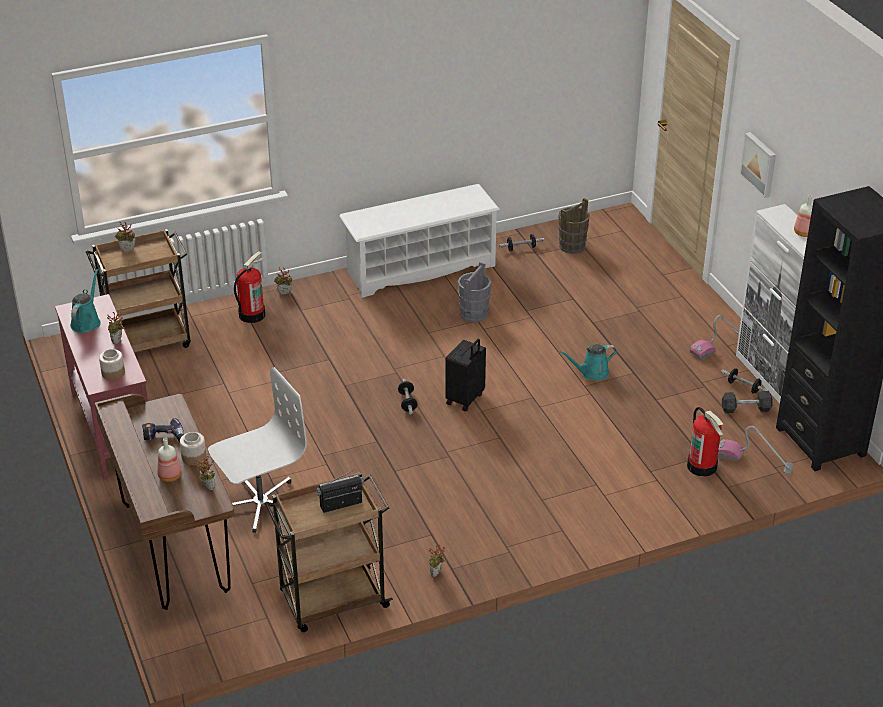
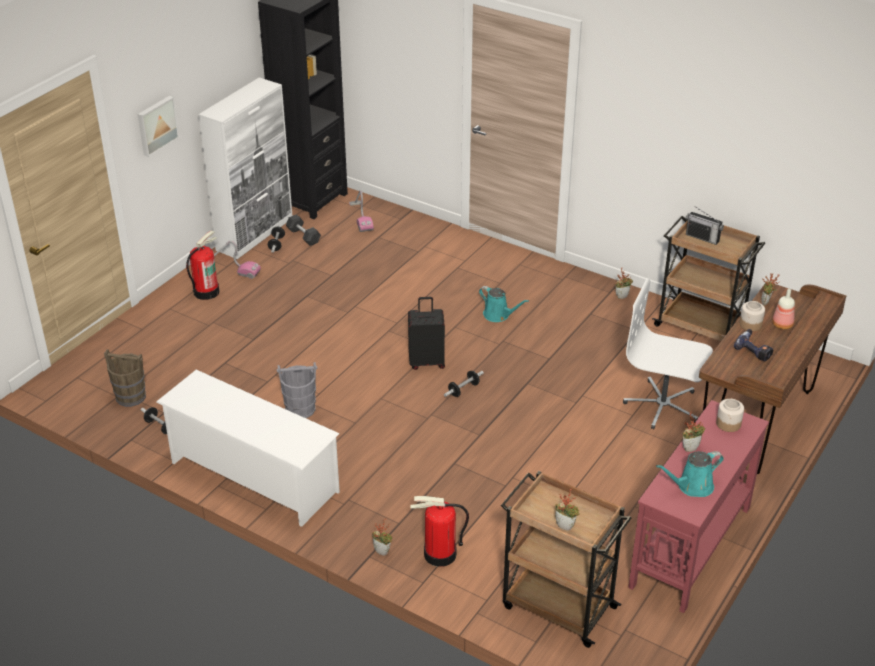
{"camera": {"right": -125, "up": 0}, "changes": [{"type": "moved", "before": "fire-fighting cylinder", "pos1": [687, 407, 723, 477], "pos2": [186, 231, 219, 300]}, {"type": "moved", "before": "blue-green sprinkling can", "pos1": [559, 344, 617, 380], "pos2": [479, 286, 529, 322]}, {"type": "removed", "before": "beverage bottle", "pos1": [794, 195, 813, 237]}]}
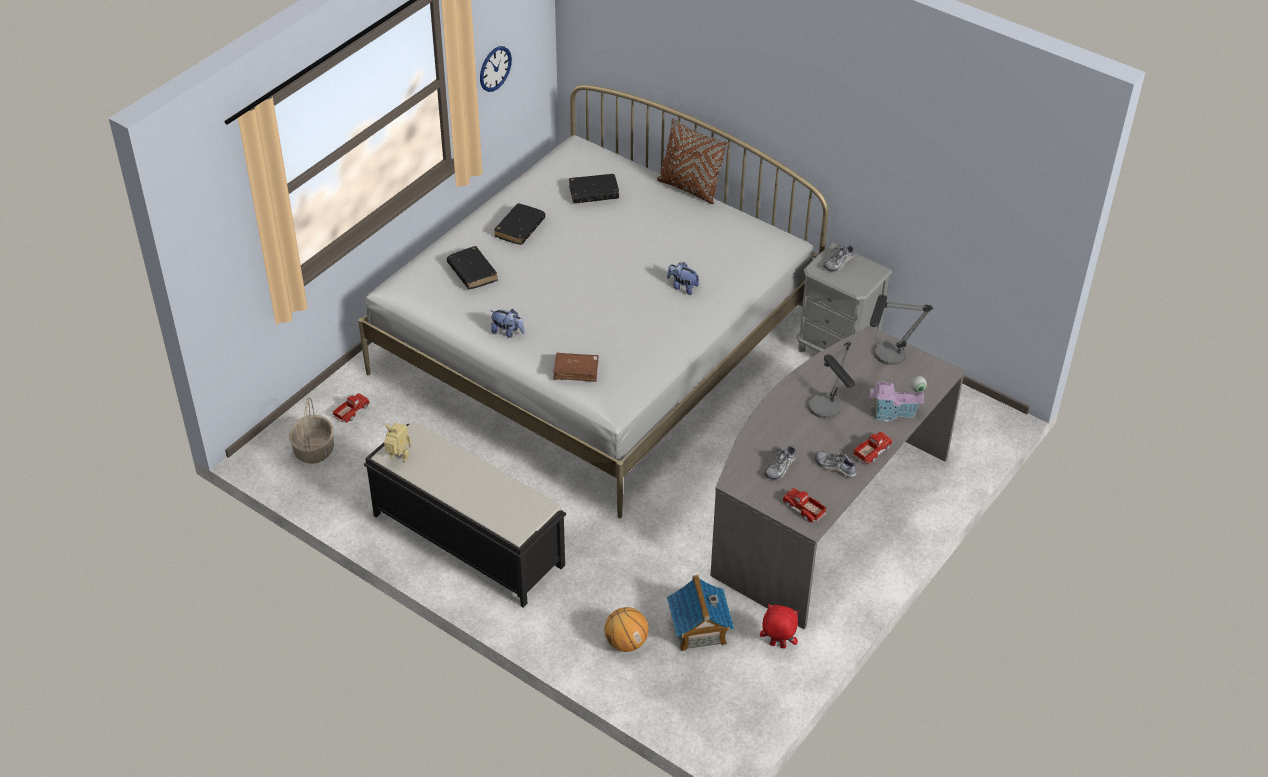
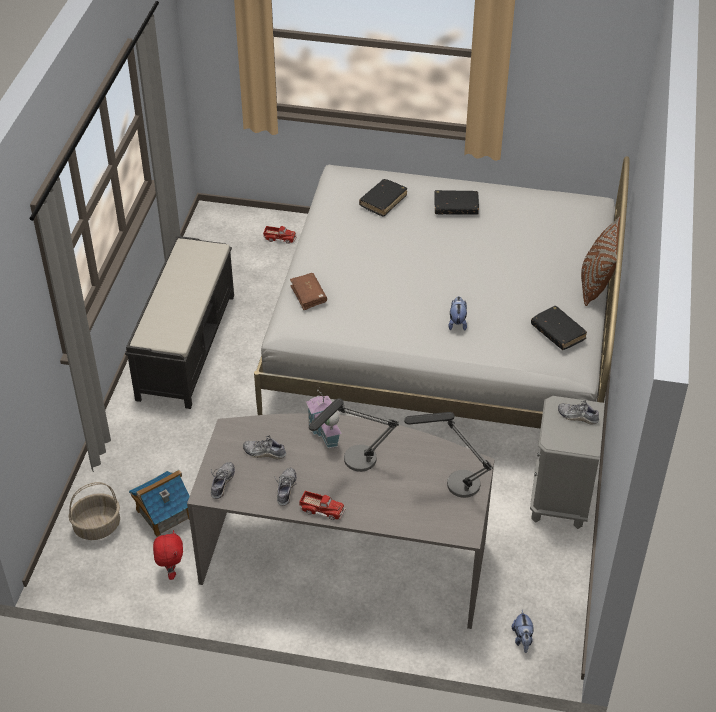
{"camera": {"right": 65, "up": 0}, "changes": [{"type": "moved", "before": "household basket", "pos1": [289, 397, 334, 464], "pos2": [68, 482, 120, 540]}, {"type": "replaced", "before": "toy lorry", "after": "low shoe", "pos1": [782, 488, 827, 522], "pos2": [211, 462, 235, 499]}, {"type": "moved", "before": "model house", "pos1": [869, 375, 927, 422], "pos2": [306, 388, 342, 448]}, {"type": "moved", "before": "plush toy", "pos1": [490, 309, 525, 338], "pos2": [512, 610, 534, 653]}, {"type": "moved", "before": "black book", "pos1": [569, 174, 619, 203], "pos2": [531, 306, 587, 350]}, {"type": "removed", "before": "toy robot", "pos1": [384, 423, 411, 462]}, {"type": "removed", "before": "clock on the wall", "pos1": [480, 46, 512, 92]}, {"type": "removed", "before": "ball for basketball", "pos1": [604, 607, 649, 652]}]}
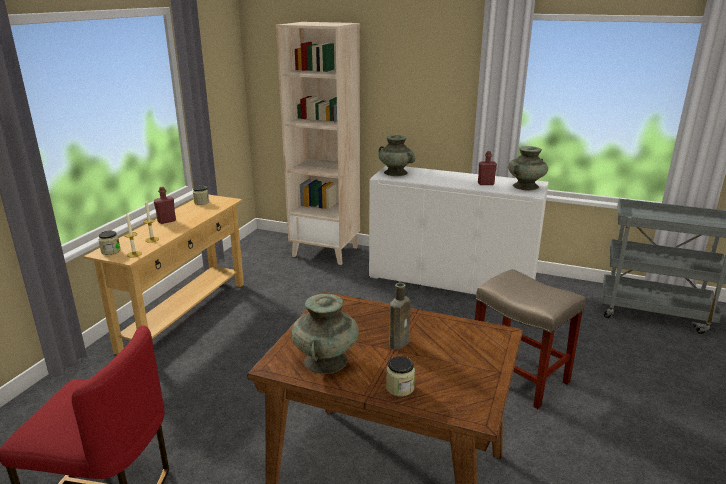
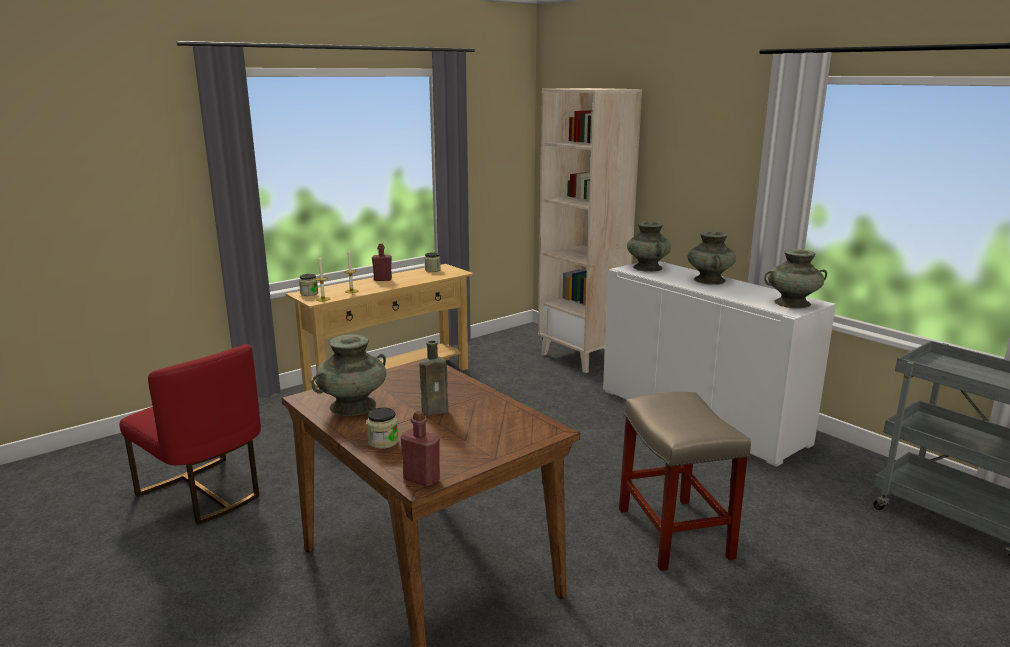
{"camera": {"right": 30, "up": -5}, "changes": [{"type": "moved", "before": "red beverage bottle", "pos1": [478, 151, 497, 185], "pos2": [400, 411, 440, 487]}, {"type": "added", "after": "blue-green decorative vase", "pos2": [688, 231, 736, 285]}]}
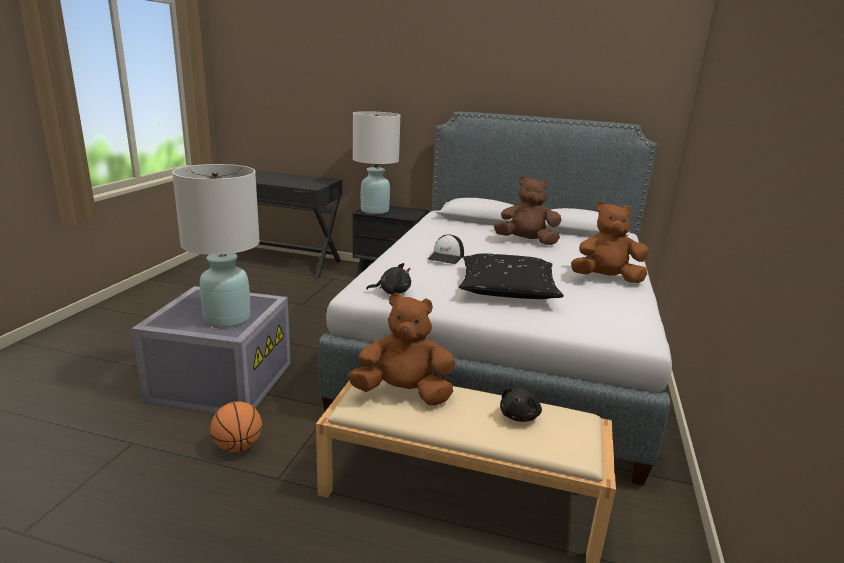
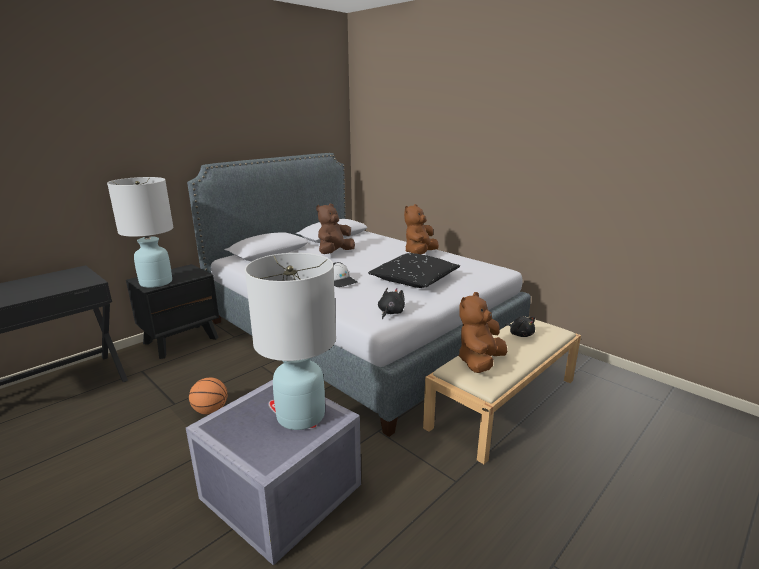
{"camera": {"right": -60, "up": 0}, "changes": [{"type": "moved", "before": "ball for basketball", "pos1": [210, 401, 262, 452], "pos2": [189, 378, 228, 414]}]}
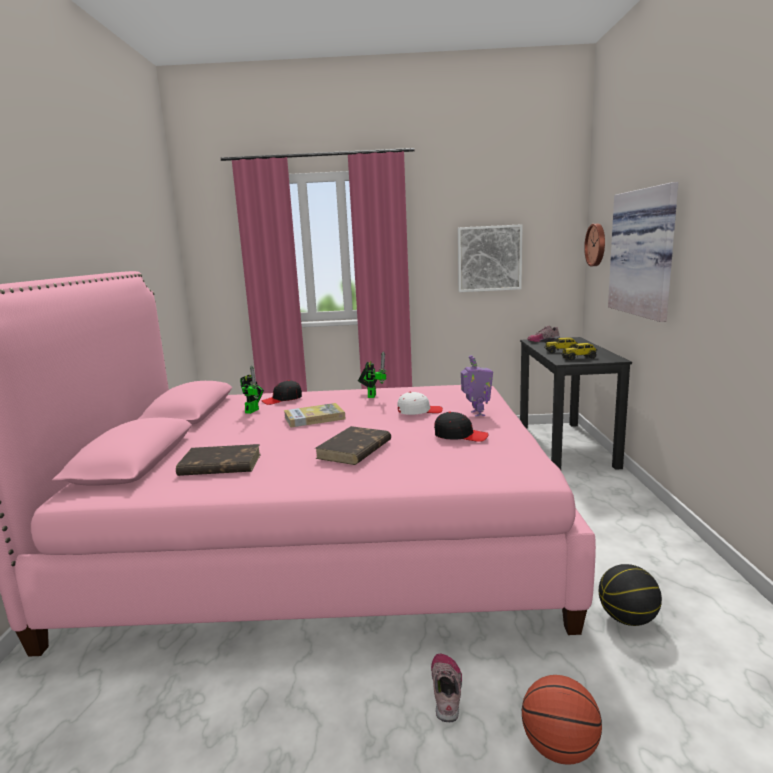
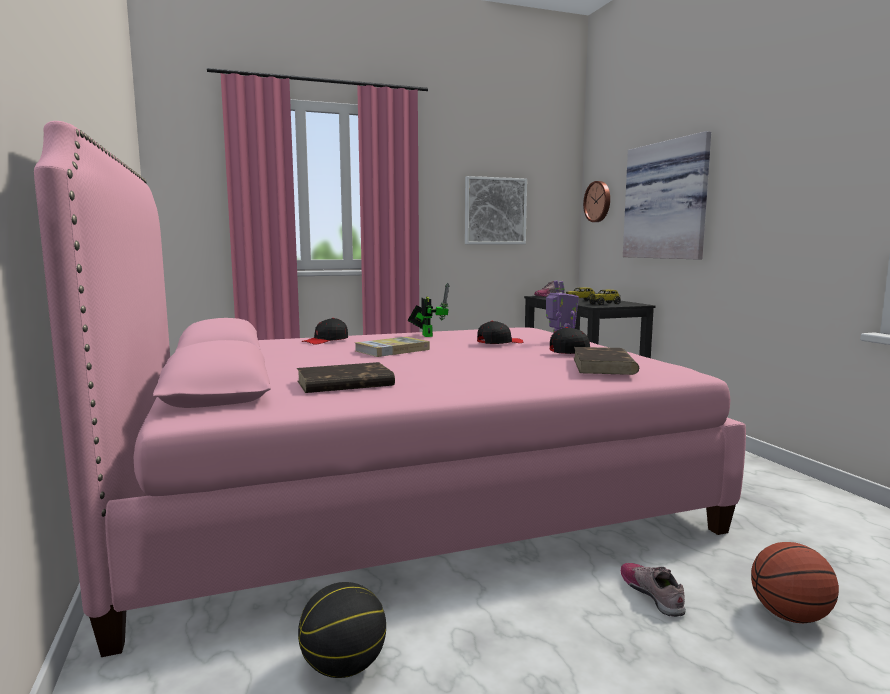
{"camera": {"right": -20, "up": -5}, "changes": [{"type": "moved", "before": "ball for basketball", "pos1": [599, 564, 662, 626], "pos2": [298, 582, 386, 678]}, {"type": "recoloured", "before": "whitish cap", "after": "black cap", "pos1": [397, 392, 443, 415], "pos2": [477, 321, 523, 344]}, {"type": "moved", "before": "brownish book", "pos1": [315, 426, 391, 465], "pos2": [574, 347, 639, 375]}, {"type": "removed", "before": "toy robot", "pos1": [240, 365, 264, 414]}]}
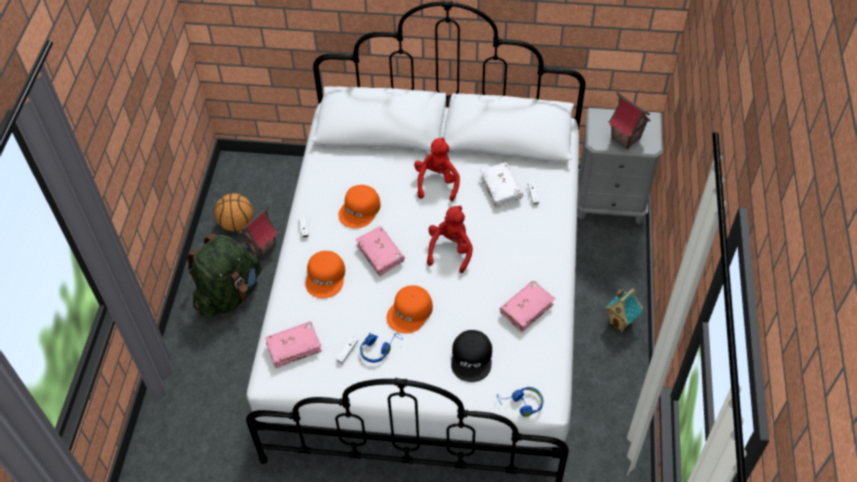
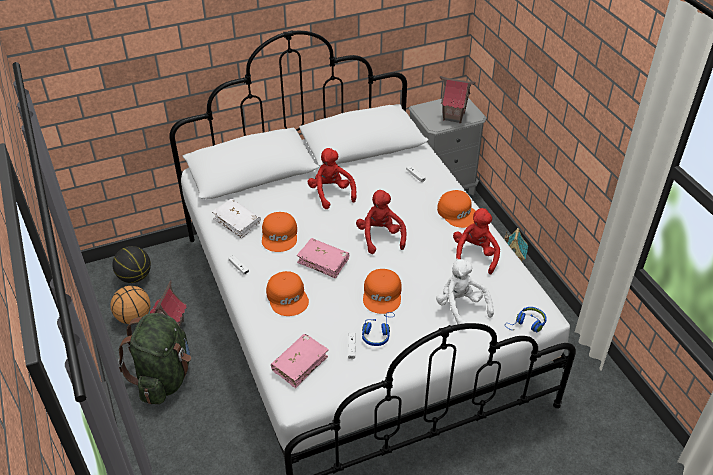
{"camera": {"right": -30, "up": -10}, "changes": [{"type": "added", "after": "ball for basketball", "pos2": [112, 246, 151, 283]}, {"type": "moved", "before": "whitish book", "pos1": [480, 163, 523, 208], "pos2": [212, 199, 261, 238]}, {"type": "replaced", "before": "black cap", "after": "whitish plush toy", "pos1": [451, 330, 492, 382], "pos2": [436, 258, 494, 330]}, {"type": "added", "after": "orange-coloured cap", "pos2": [437, 190, 476, 228]}, {"type": "replaced", "before": "pink-coloured book", "after": "red plush toy", "pos1": [500, 281, 555, 333], "pos2": [453, 208, 500, 274]}]}
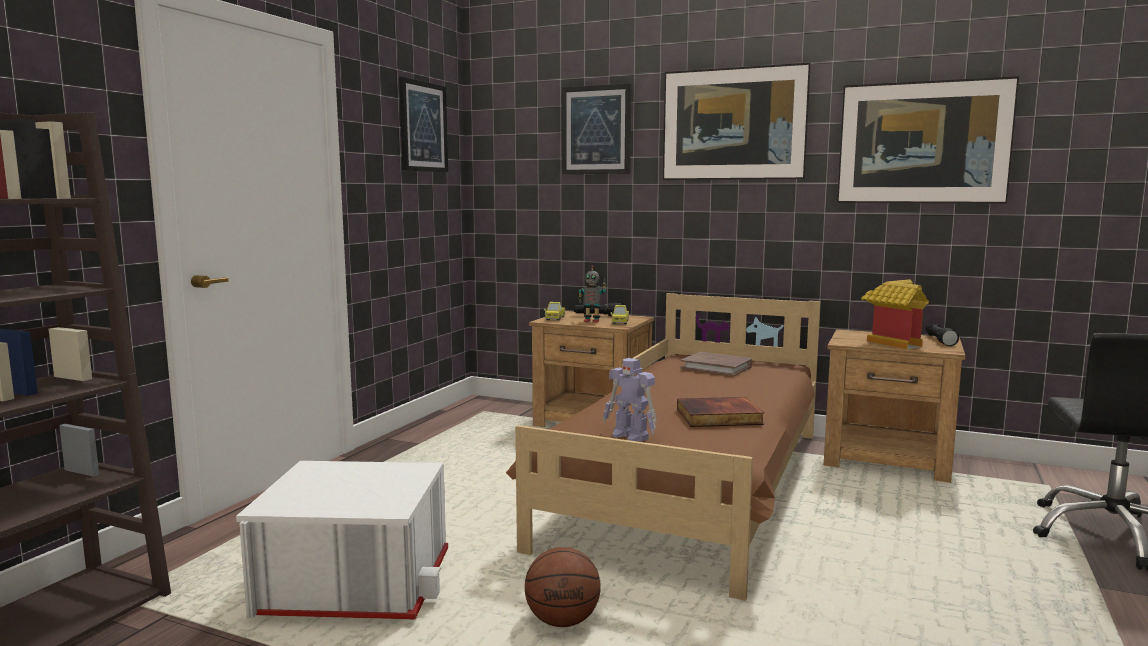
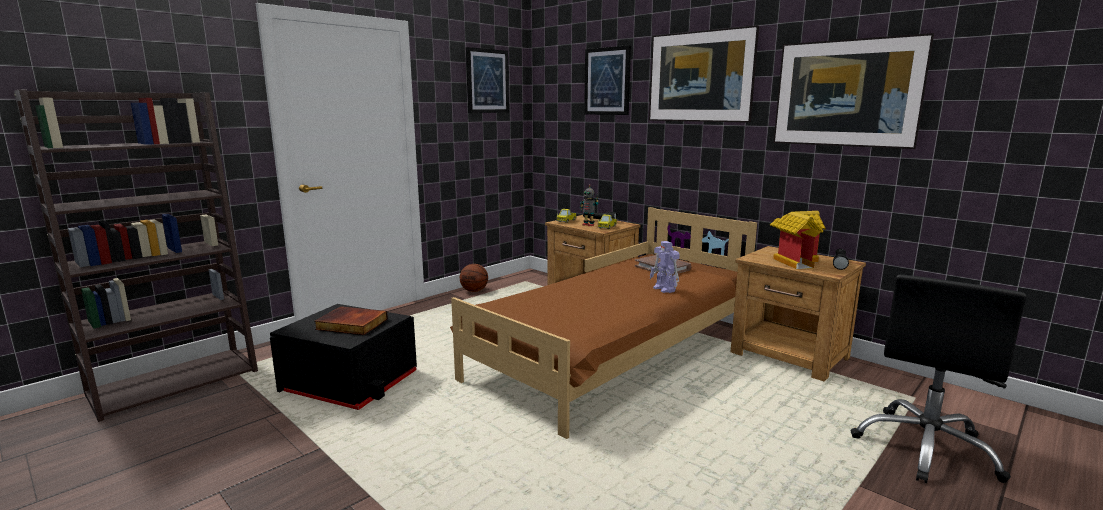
{"camera": {"right": 20, "up": 5}, "changes": [{"type": "recoloured", "before": "whitish storage bin", "after": "black storage bin", "pos1": [236, 461, 448, 619], "pos2": [270, 304, 417, 410]}, {"type": "moved", "before": "book", "pos1": [677, 397, 764, 427], "pos2": [314, 306, 388, 335]}, {"type": "moved", "before": "ball for basketball", "pos1": [525, 547, 601, 627], "pos2": [460, 264, 488, 292]}, {"type": "moved", "before": "toy robot", "pos1": [603, 358, 657, 442], "pos2": [650, 241, 680, 293]}]}
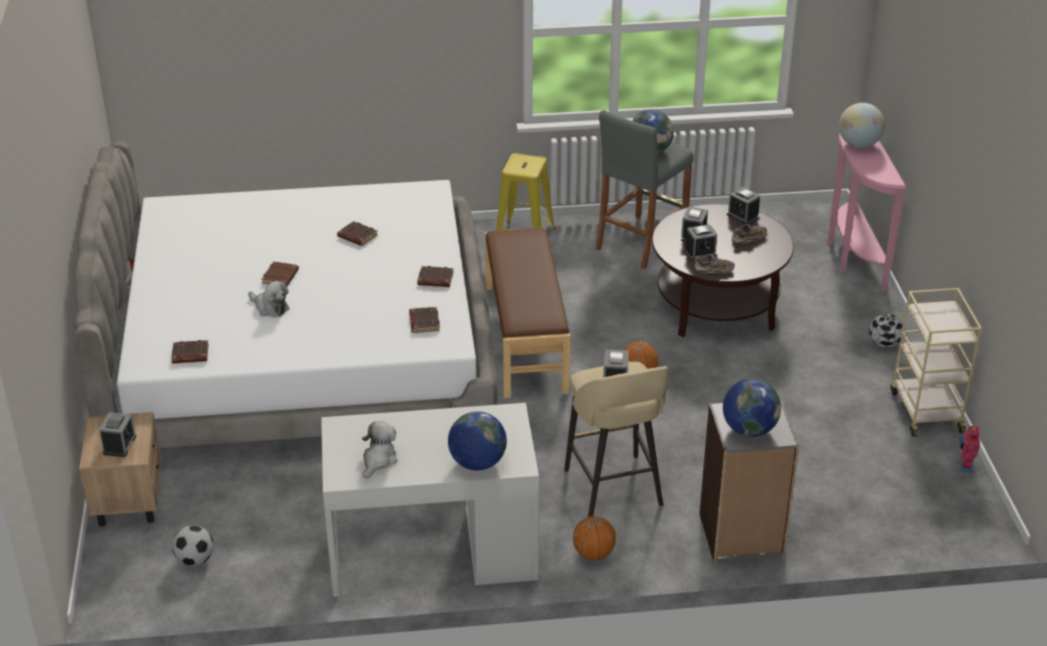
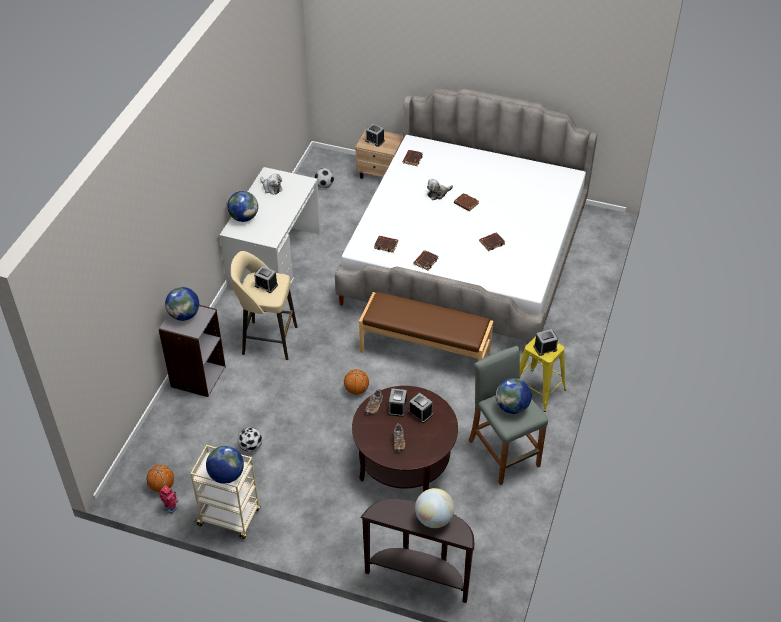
{"camera": {"right": 115, "up": 10}, "changes": [{"type": "moved", "before": "ball for basketball", "pos1": [573, 516, 616, 560], "pos2": [146, 465, 174, 492]}, {"type": "added", "after": "desk globe", "pos2": [206, 446, 244, 484]}, {"type": "moved", "before": "ball for football", "pos1": [869, 314, 903, 348], "pos2": [238, 427, 262, 452]}, {"type": "recoloured", "before": "pink-coloured hall table", "after": "brownish hall table", "pos1": [828, 133, 906, 291], "pos2": [360, 499, 474, 603]}, {"type": "moved", "before": "table clock", "pos1": [727, 187, 760, 225], "pos2": [533, 329, 558, 356]}]}
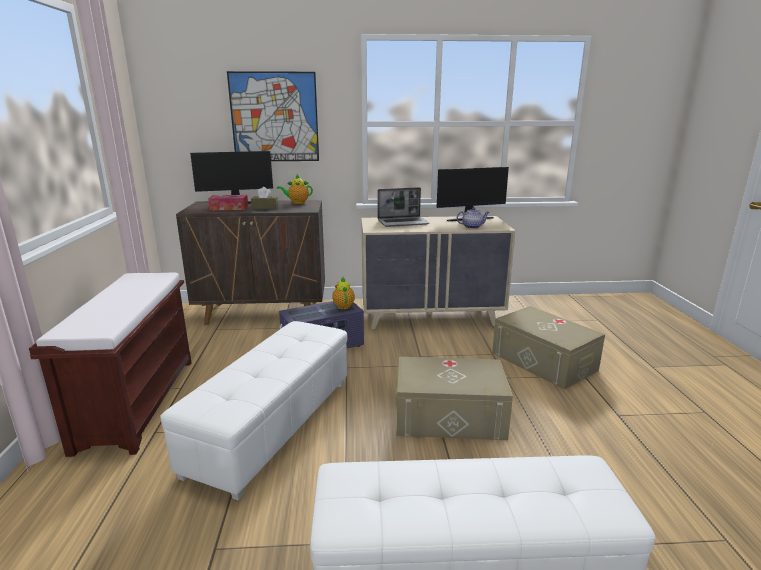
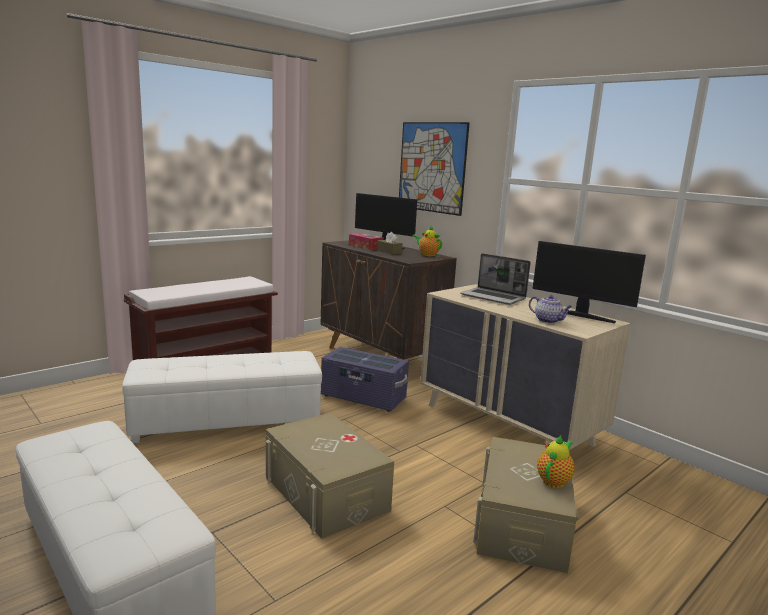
{"camera": {"right": 50, "up": -5}, "changes": [{"type": "moved", "before": "pot for tea", "pos1": [332, 277, 355, 309], "pos2": [537, 435, 575, 488]}]}
